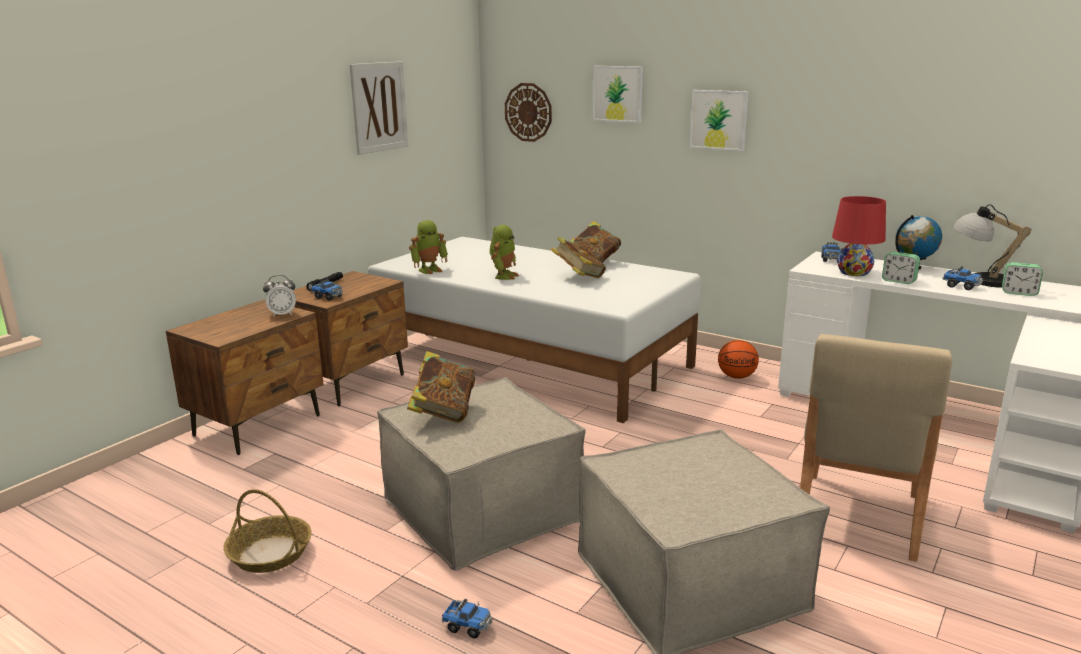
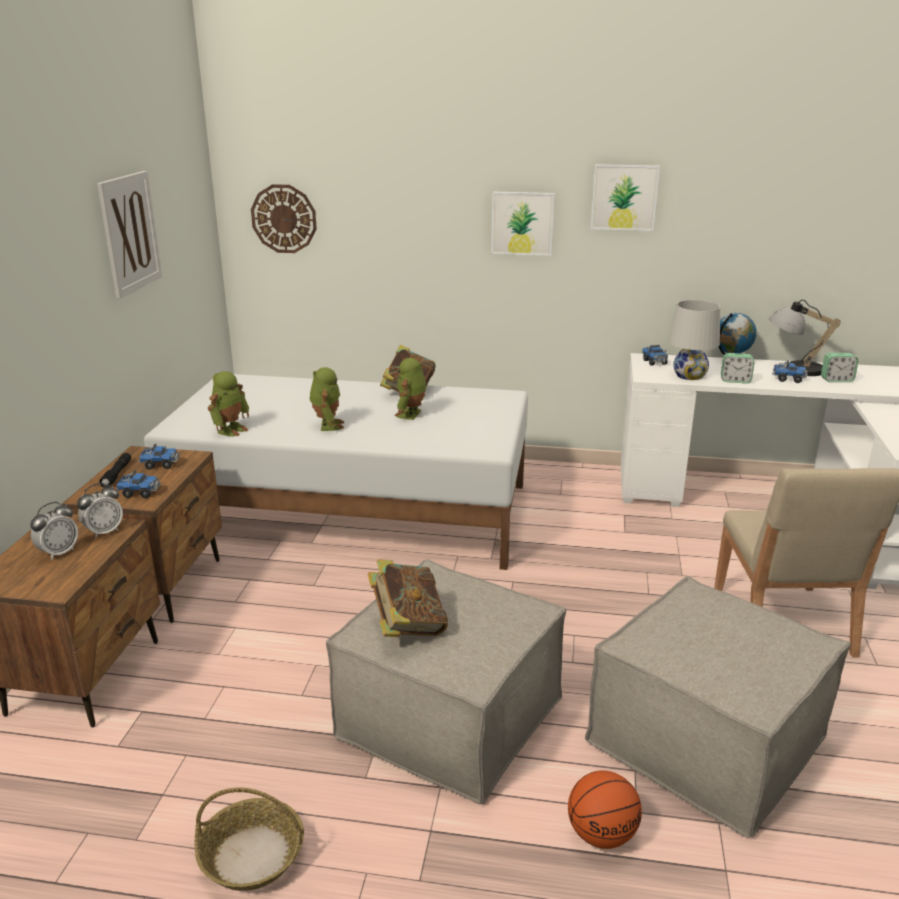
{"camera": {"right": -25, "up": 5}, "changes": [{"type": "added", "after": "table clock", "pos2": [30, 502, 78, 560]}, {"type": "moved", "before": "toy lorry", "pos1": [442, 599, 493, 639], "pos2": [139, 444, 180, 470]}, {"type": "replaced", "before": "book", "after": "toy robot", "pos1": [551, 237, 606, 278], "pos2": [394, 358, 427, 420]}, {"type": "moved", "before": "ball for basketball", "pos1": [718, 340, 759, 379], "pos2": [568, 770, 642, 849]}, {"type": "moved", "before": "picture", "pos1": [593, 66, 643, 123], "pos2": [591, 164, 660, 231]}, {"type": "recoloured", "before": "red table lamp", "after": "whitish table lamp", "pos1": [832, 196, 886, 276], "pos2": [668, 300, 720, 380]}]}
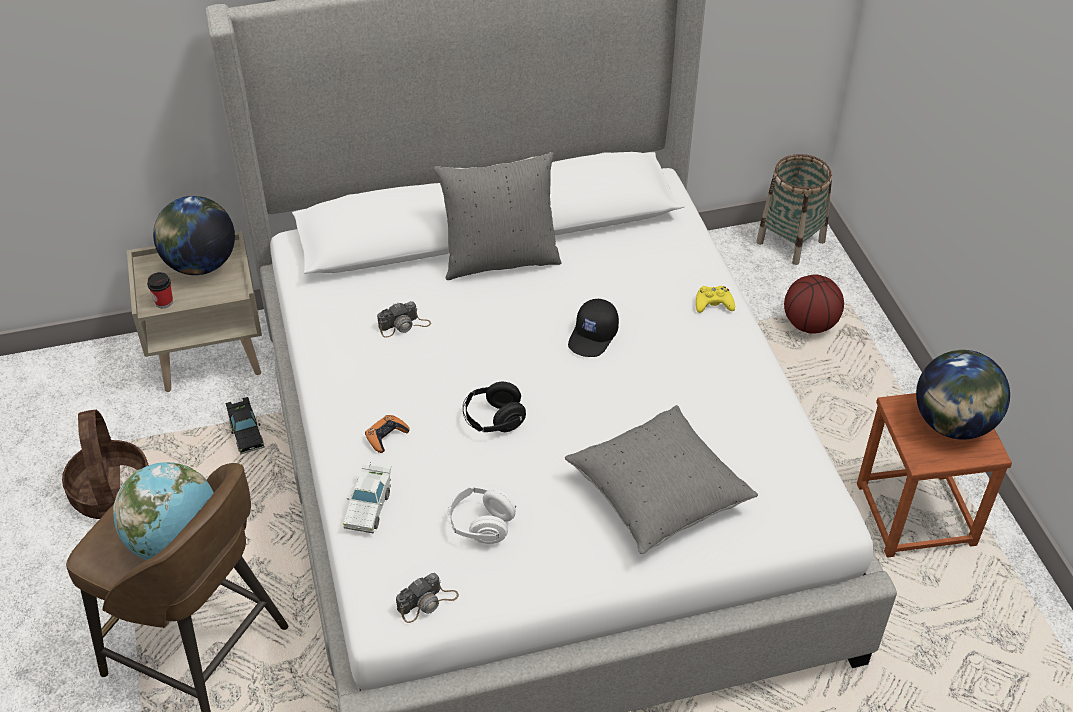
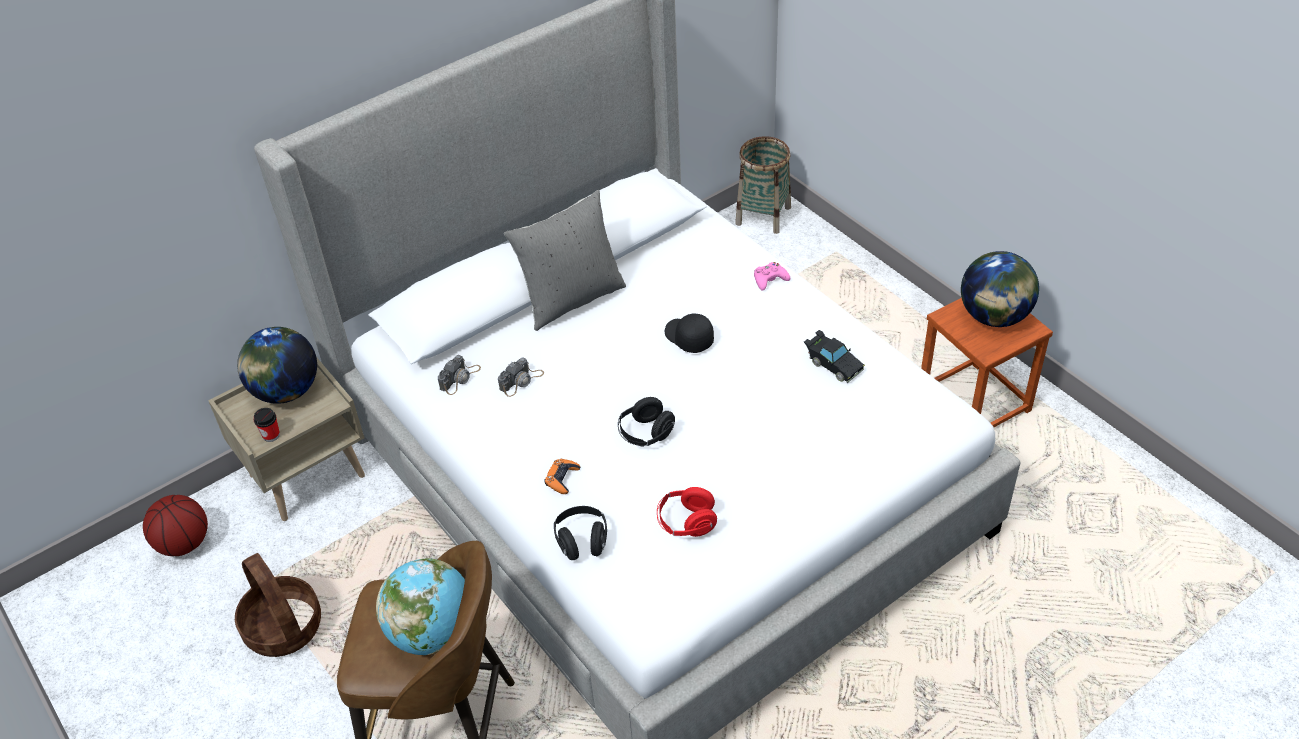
{"camera": {"right": -20, "up": 0}, "changes": [{"type": "moved", "before": "ball for basketball", "pos1": [784, 275, 844, 334], "pos2": [143, 495, 208, 556]}, {"type": "moved", "before": "photo camera", "pos1": [396, 573, 459, 623], "pos2": [438, 355, 481, 395]}, {"type": "replaced", "before": "whitish model car", "after": "black headphones", "pos1": [343, 460, 392, 534], "pos2": [554, 506, 607, 560]}, {"type": "recoloured", "before": "whitish headphones", "after": "red headphones", "pos1": [447, 487, 516, 544], "pos2": [657, 487, 717, 537]}, {"type": "turned", "before": "black cap", "pos1": [568, 298, 619, 357], "pos2": [665, 313, 714, 353], "turn": 135}, {"type": "recoloured", "before": "yellow joypad", "after": "pink-coloured joypad", "pos1": [696, 286, 735, 313], "pos2": [754, 262, 790, 291]}, {"type": "moved", "before": "black model car", "pos1": [225, 397, 265, 455], "pos2": [804, 330, 865, 383]}, {"type": "removed", "before": "greyish cushion", "pos1": [565, 405, 758, 554]}]}
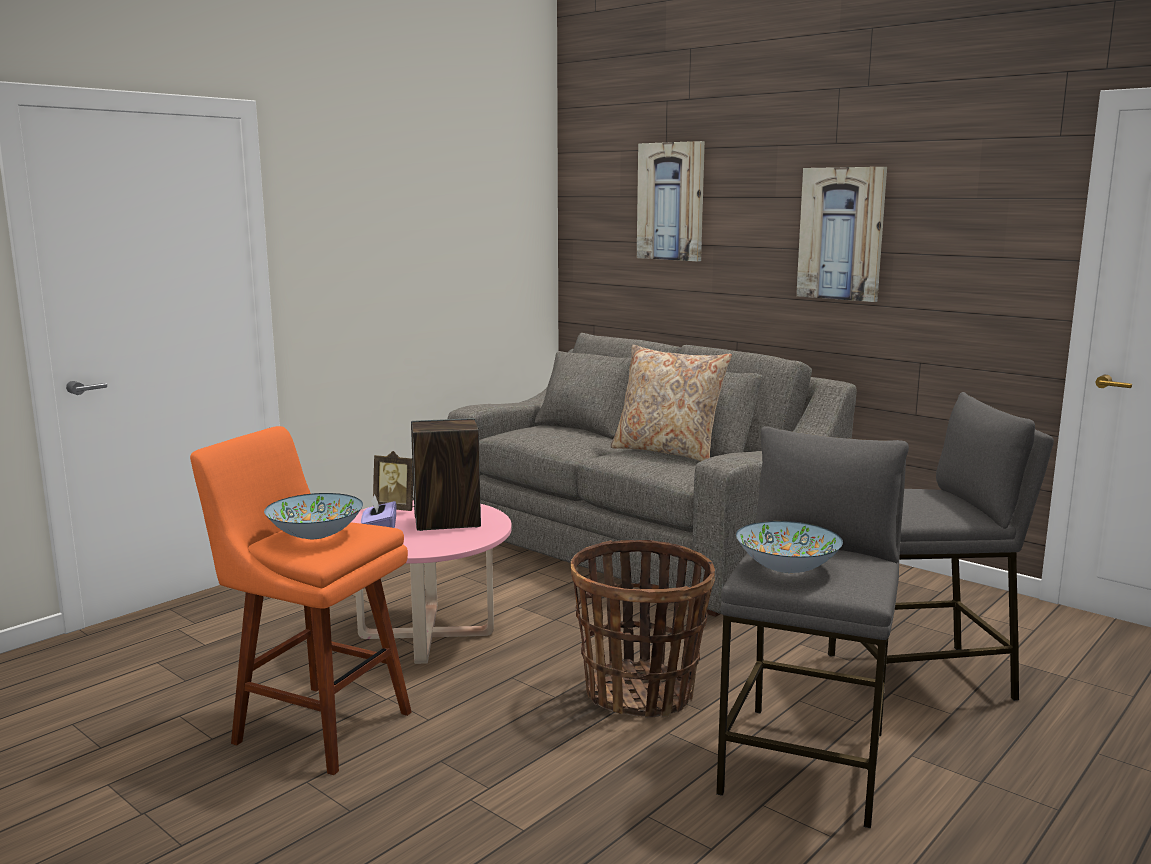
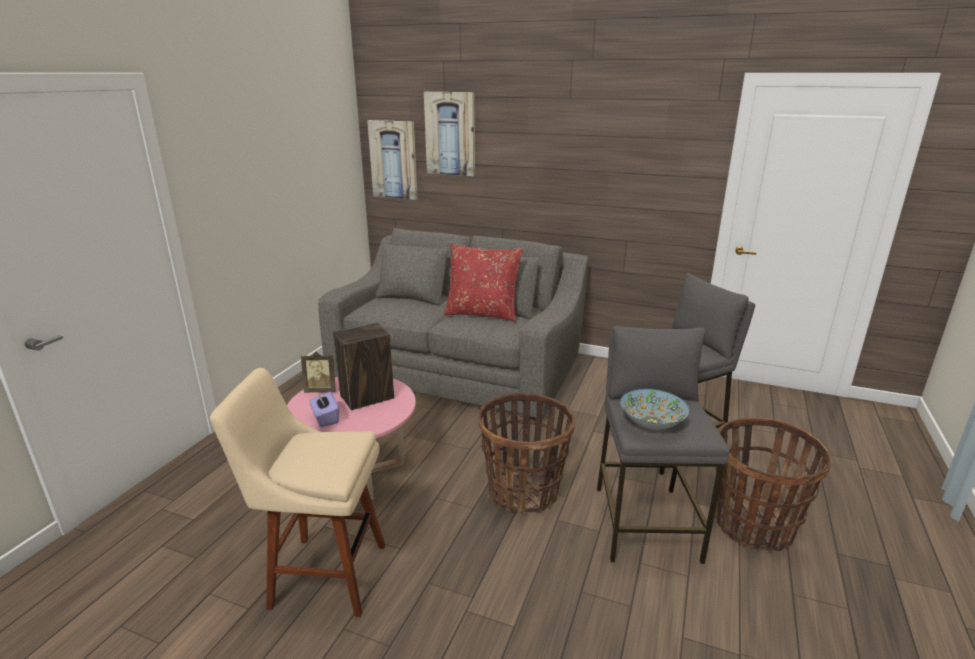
{"camera": {"right": -20, "up": 10}, "changes": [{"type": "recoloured", "before": "orange-coloured stool seat", "after": "beige stool seat", "pos1": [190, 426, 412, 775], "pos2": [210, 368, 385, 617]}, {"type": "moved", "before": "picture", "pos1": [796, 167, 887, 302], "pos2": [367, 120, 418, 200]}, {"type": "recoloured", "before": "beige cushion", "after": "red cushion", "pos1": [610, 345, 732, 461], "pos2": [444, 243, 523, 322]}, {"type": "added", "after": "household basket", "pos2": [715, 417, 831, 551]}, {"type": "removed", "before": "deep dish", "pos1": [264, 493, 363, 539]}]}
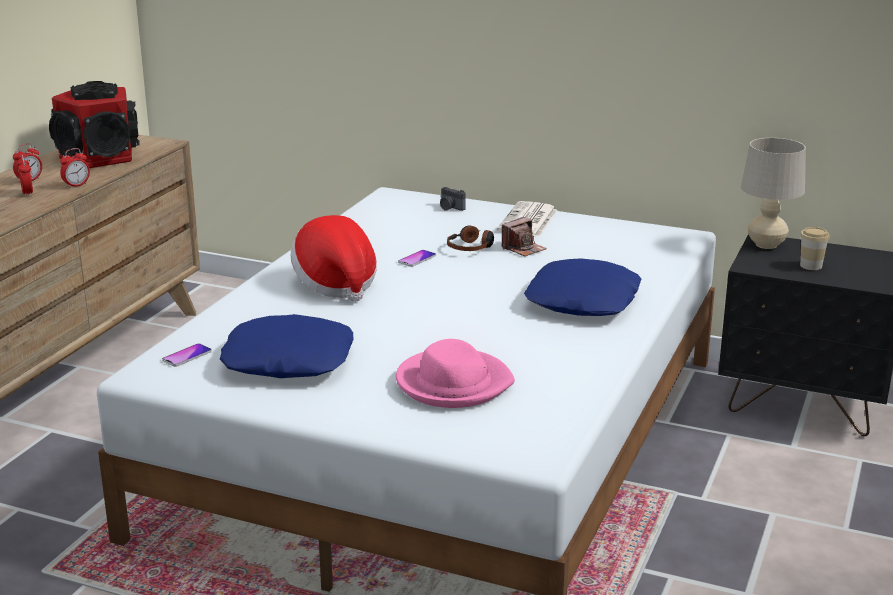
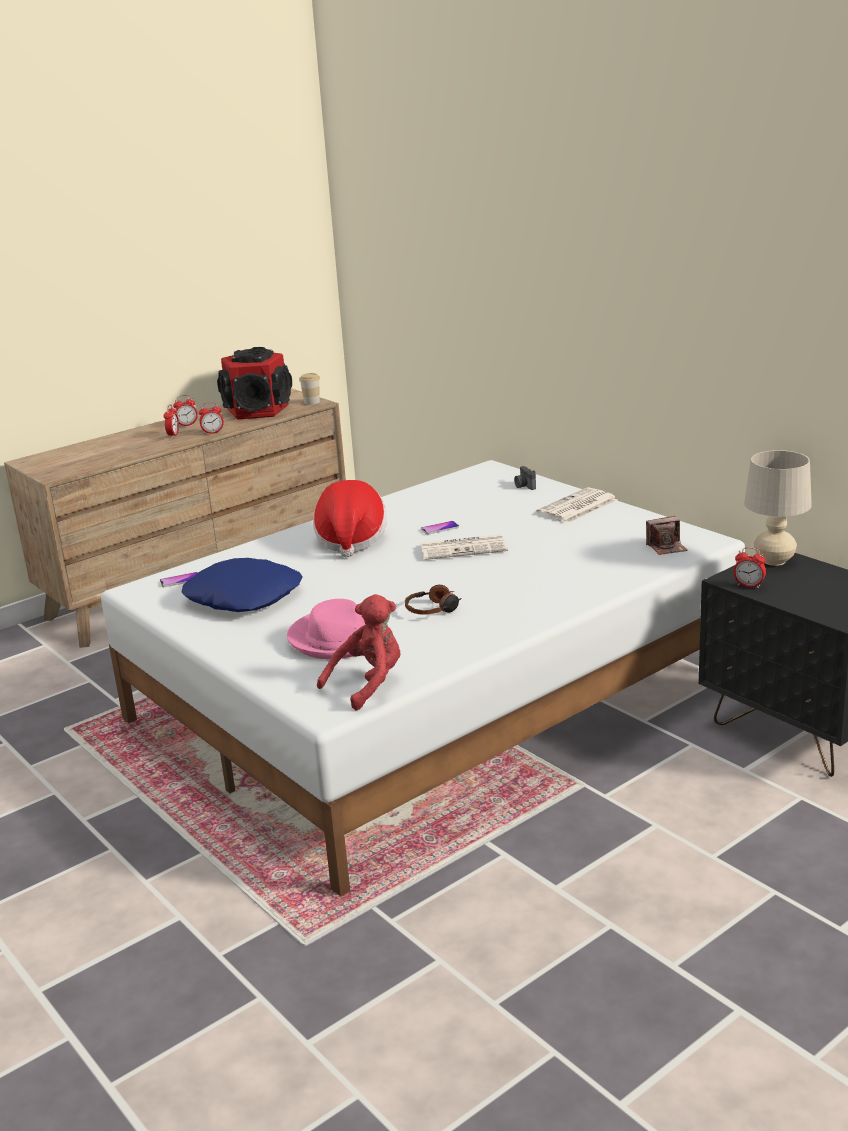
{"camera": {"right": 30, "up": 0}, "changes": [{"type": "moved", "before": "small cup", "pos1": [800, 227, 830, 270], "pos2": [299, 373, 320, 405]}, {"type": "added", "after": "red plush toy", "pos2": [317, 594, 400, 710]}, {"type": "moved", "before": "headphones", "pos1": [447, 225, 494, 251], "pos2": [405, 585, 462, 615]}, {"type": "added", "after": "printed paper", "pos2": [420, 534, 508, 560]}, {"type": "moved", "before": "photo camera", "pos1": [502, 217, 547, 256], "pos2": [646, 516, 687, 555]}, {"type": "added", "after": "table clock", "pos2": [733, 547, 766, 589]}, {"type": "removed", "before": "bluish cushion", "pos1": [524, 258, 641, 316]}]}
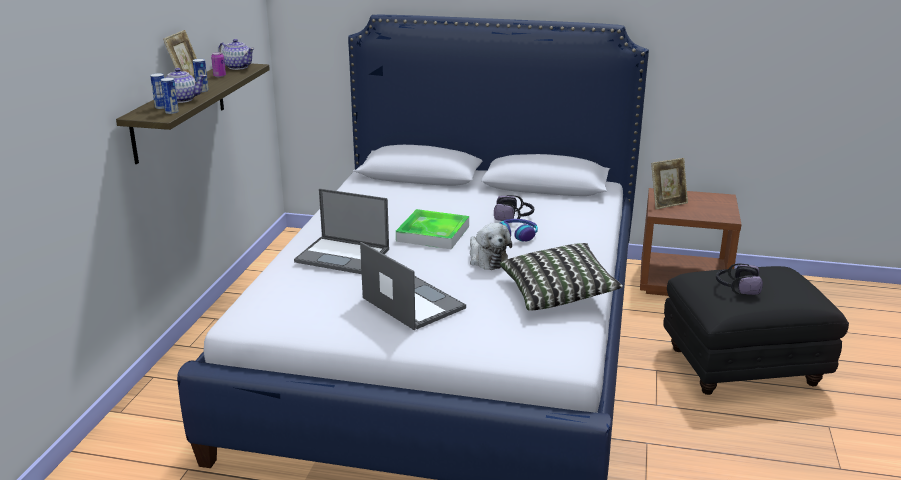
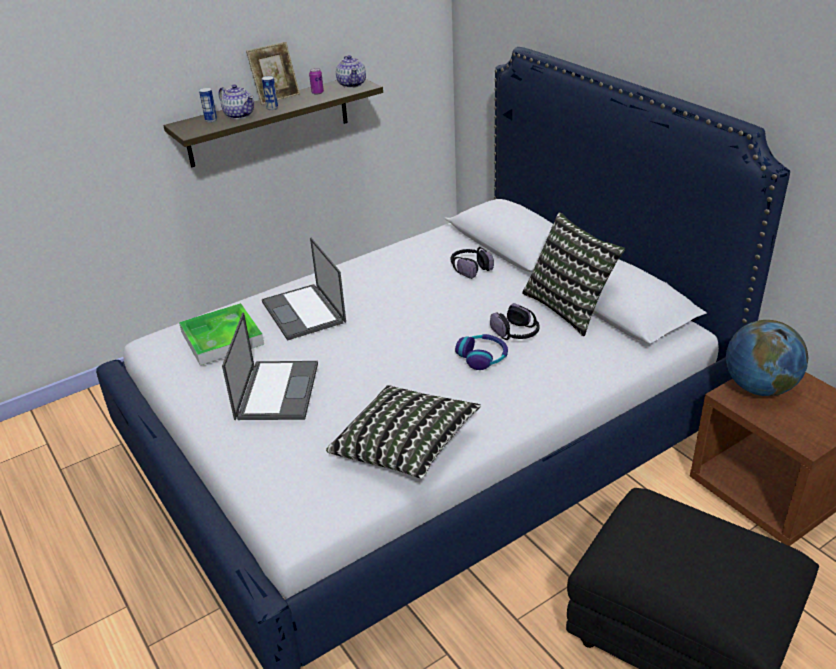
{"camera": {"right": 45, "up": 10}, "changes": [{"type": "moved", "before": "serving tray", "pos1": [396, 209, 469, 249], "pos2": [179, 303, 264, 366]}, {"type": "moved", "before": "headphones", "pos1": [716, 264, 763, 295], "pos2": [450, 247, 494, 279]}, {"type": "added", "after": "cushion", "pos2": [522, 212, 625, 336]}, {"type": "replaced", "before": "standing frame", "after": "desk globe", "pos1": [651, 158, 688, 210], "pos2": [726, 320, 808, 396]}, {"type": "removed", "before": "can", "pos1": [161, 77, 179, 114]}, {"type": "removed", "before": "plush toy", "pos1": [470, 223, 512, 270]}]}
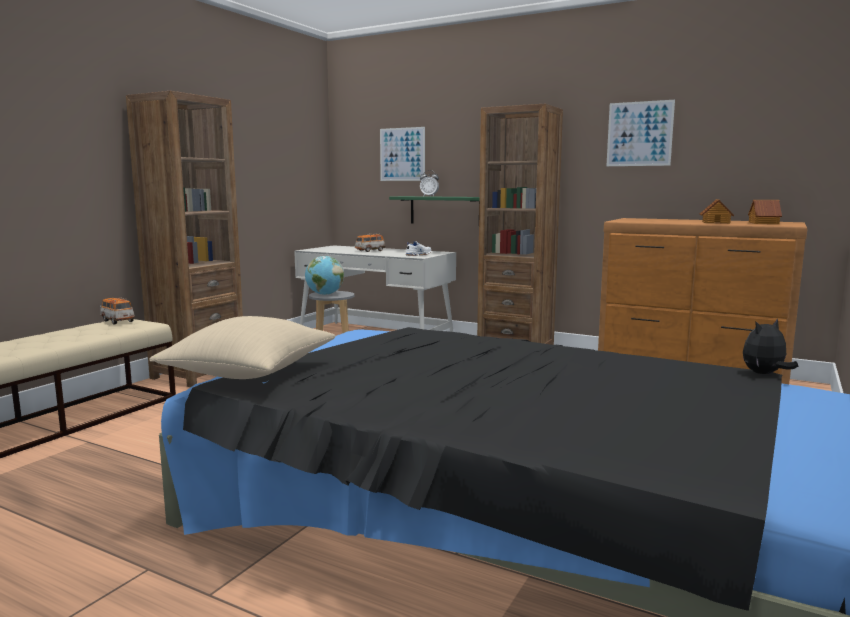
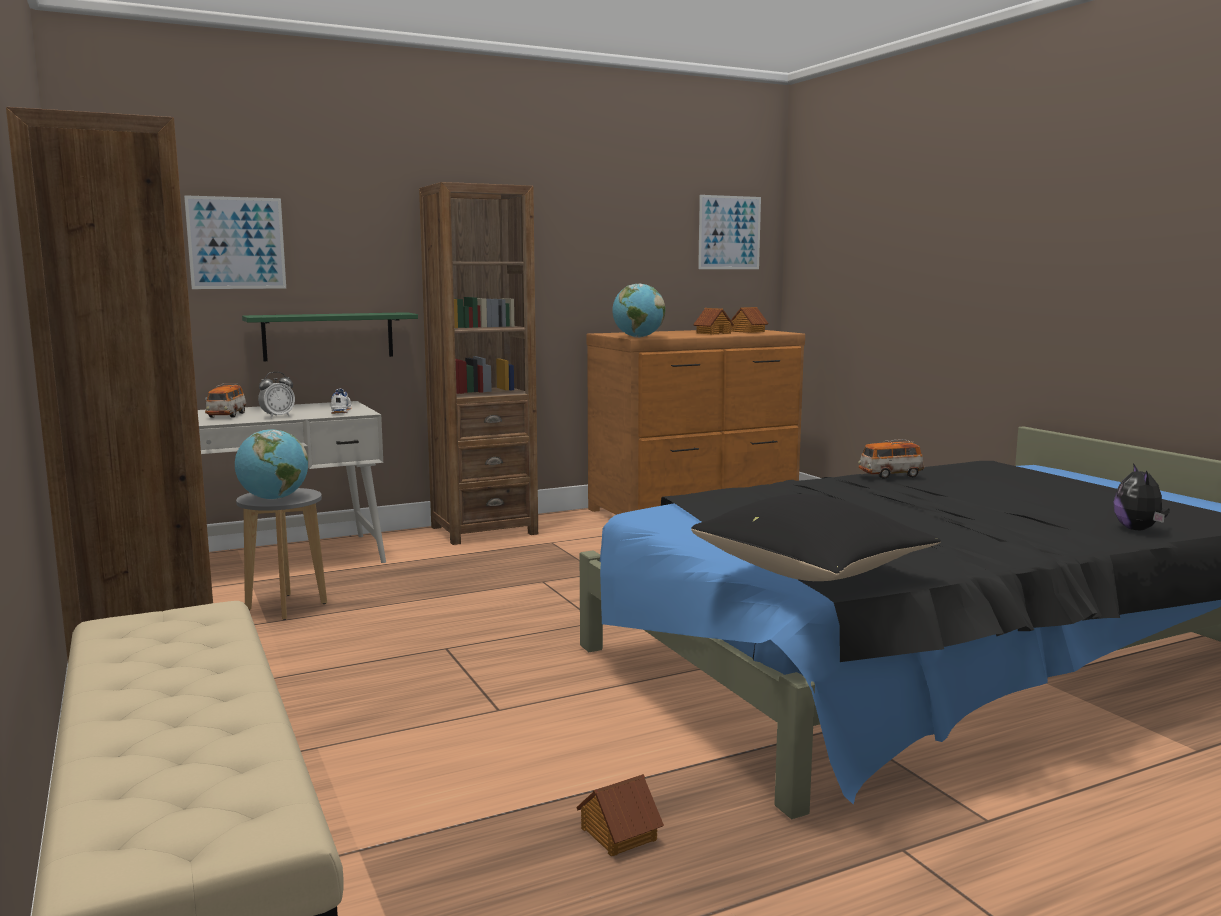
{"camera": {"right": -55, "up": 0}, "changes": [{"type": "moved", "before": "table clock", "pos1": [420, 170, 439, 196], "pos2": [258, 372, 295, 418]}, {"type": "added", "after": "model house", "pos2": [576, 774, 664, 856]}, {"type": "added", "after": "desk globe", "pos2": [612, 284, 665, 338]}, {"type": "recoloured", "before": "beige cushion", "after": "black cushion", "pos1": [149, 316, 335, 379], "pos2": [691, 494, 941, 581]}, {"type": "moved", "before": "picture", "pos1": [606, 100, 675, 166], "pos2": [698, 195, 761, 269]}, {"type": "moved", "before": "model car", "pos1": [100, 297, 135, 324], "pos2": [858, 439, 924, 479]}, {"type": "moved", "before": "plush toy", "pos1": [743, 318, 799, 374], "pos2": [1113, 463, 1170, 530]}]}
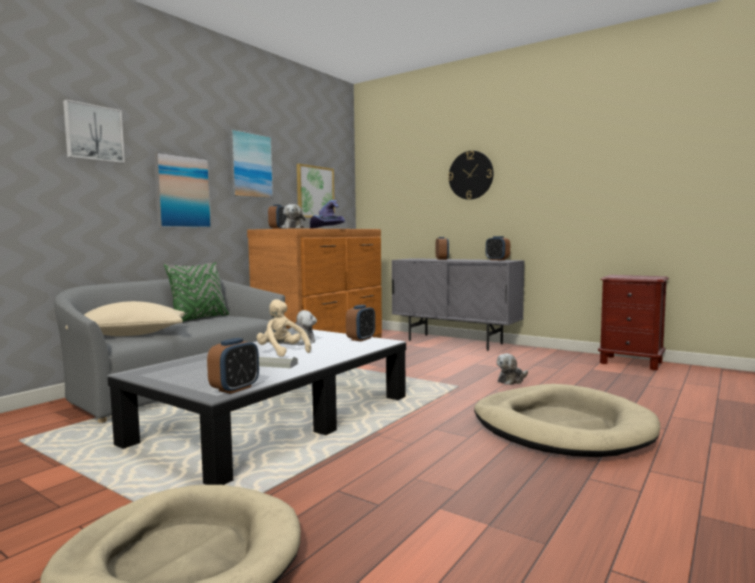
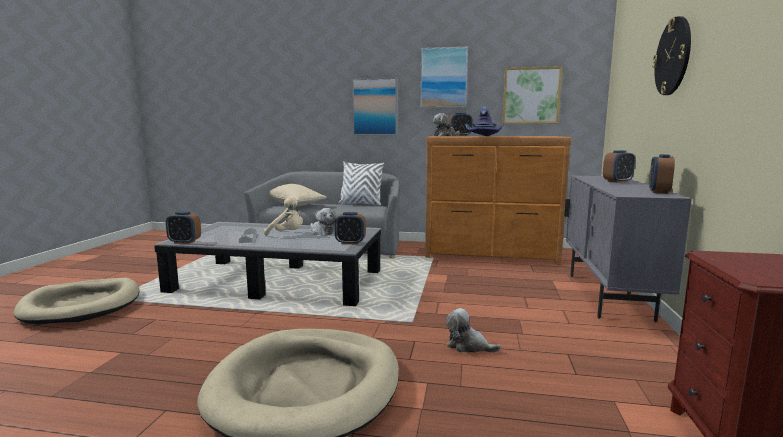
{"camera": {"right": 65, "up": 5}, "changes": [{"type": "turned", "before": "beige plush toy", "pos1": [256, 299, 311, 357], "pos2": [264, 196, 303, 236], "turn": 90}, {"type": "recoloured", "before": "green cushion", "after": "whitish cushion", "pos1": [164, 262, 229, 322], "pos2": [338, 161, 384, 205]}, {"type": "removed", "before": "picture", "pos1": [63, 99, 125, 163]}]}
